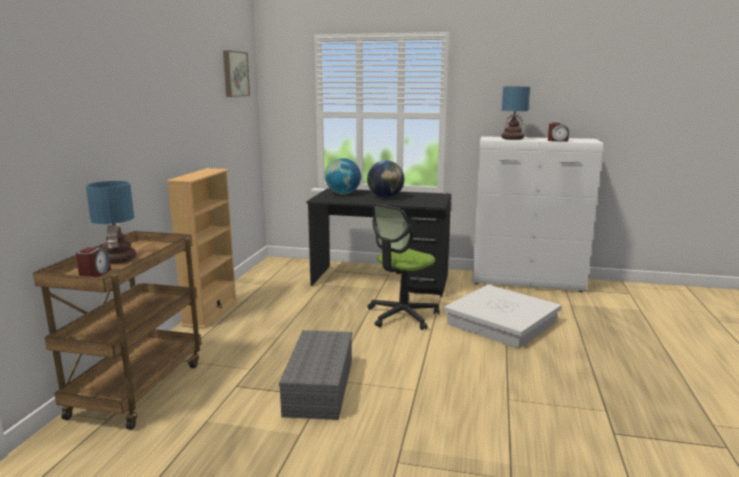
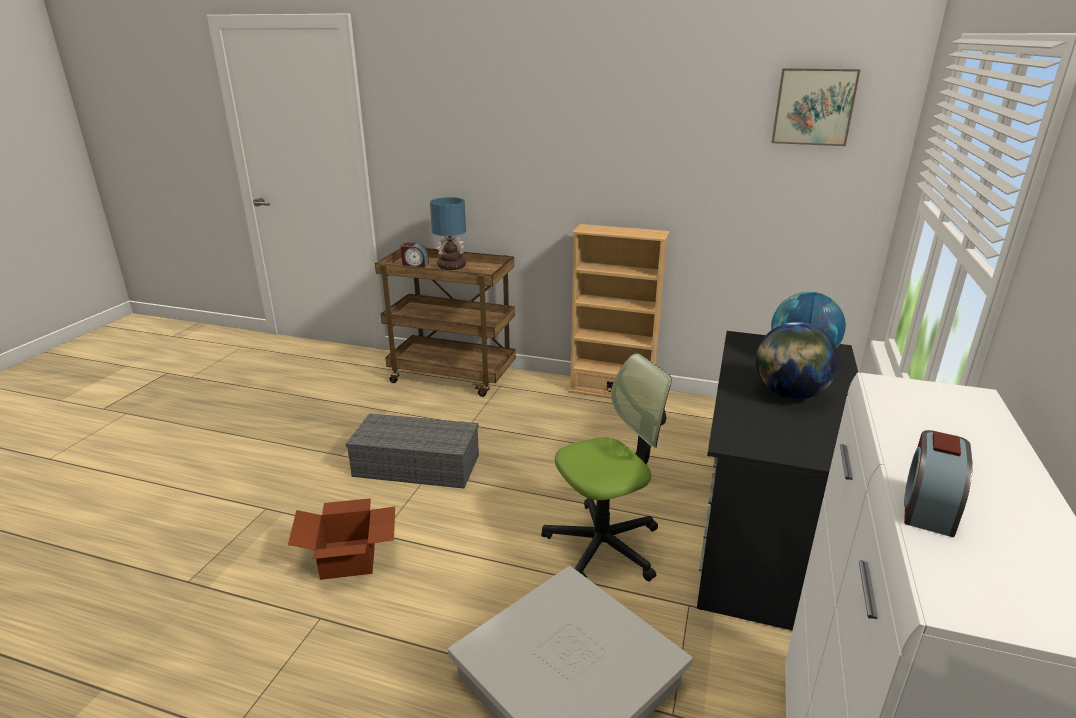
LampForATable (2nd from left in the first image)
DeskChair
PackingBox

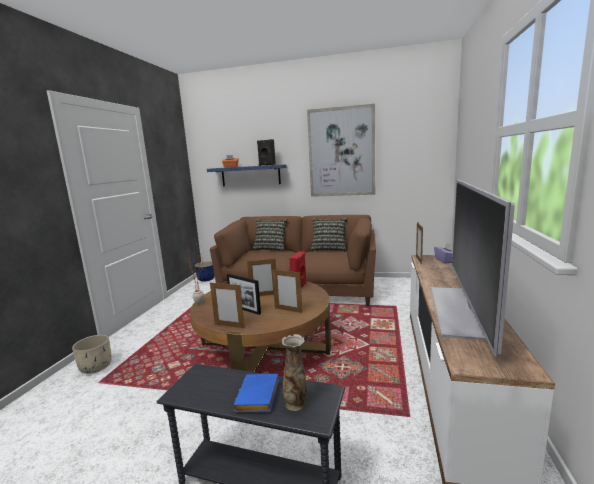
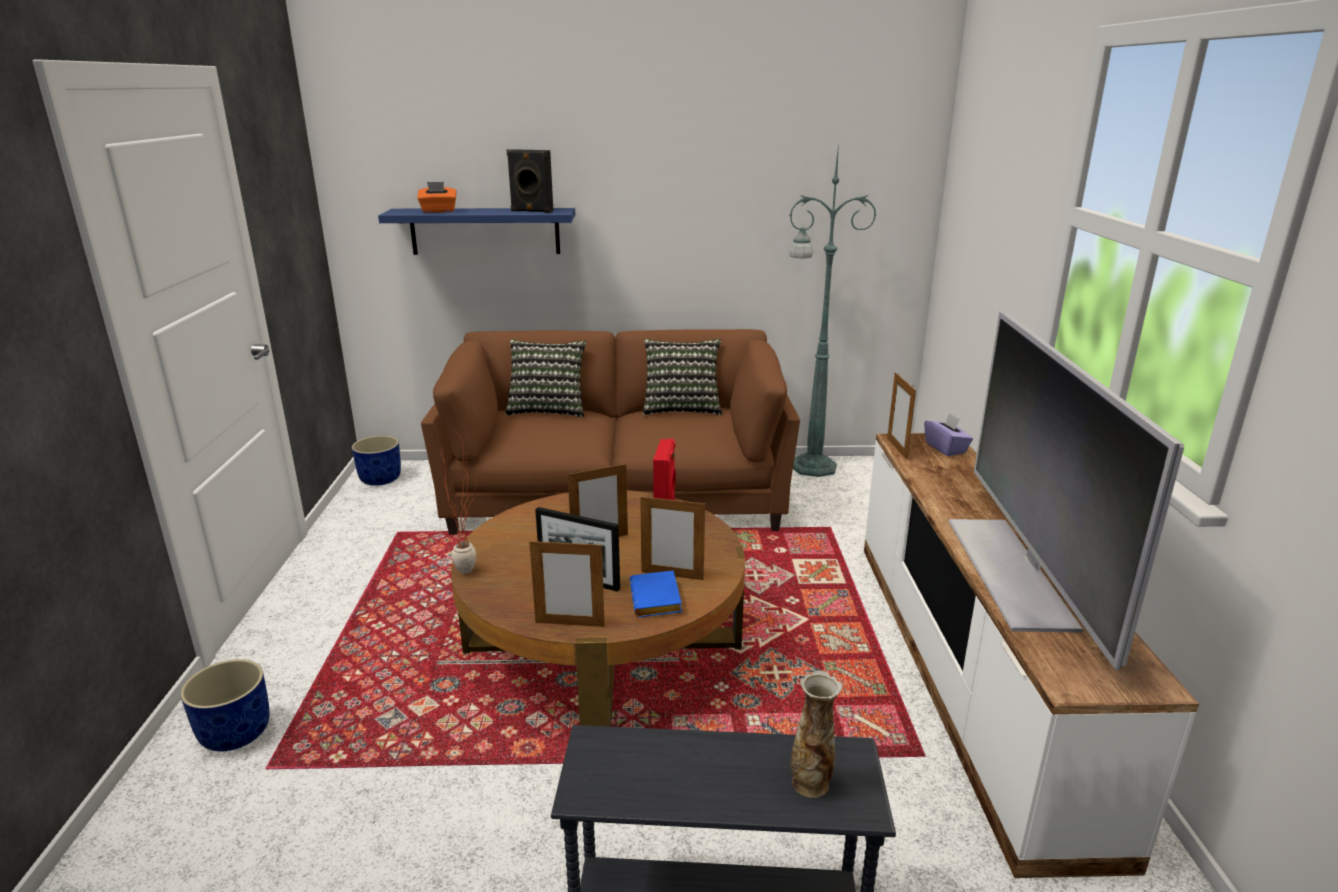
WallPicture
BluishPlanter (1st from left)
BluishVolume
GreenishStandingLamp

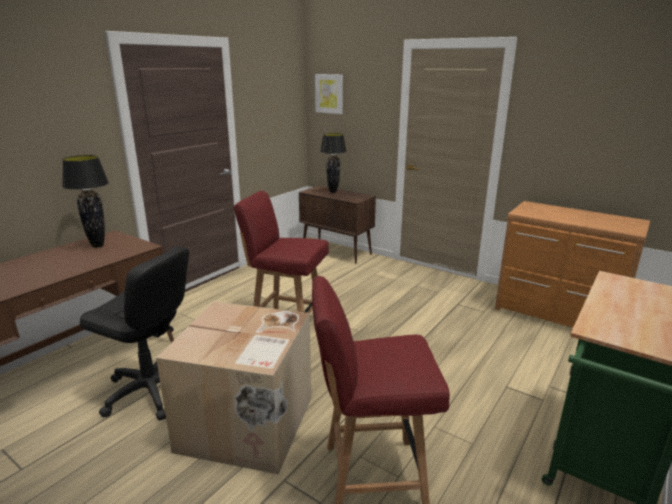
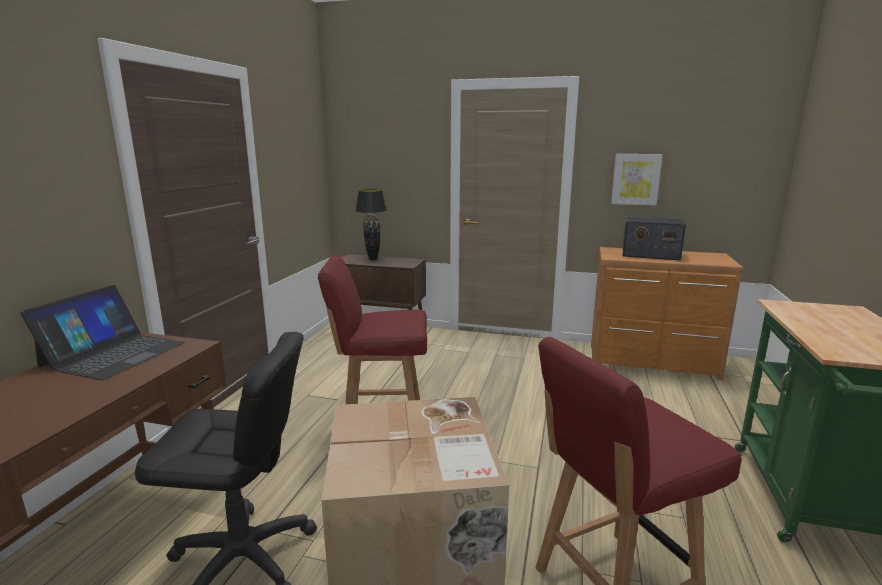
WallPicture
NotebookComputer
Radio

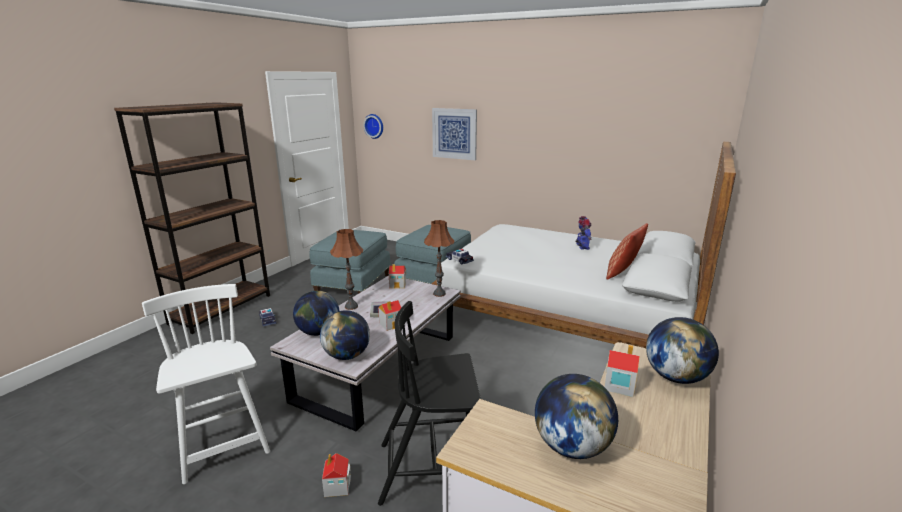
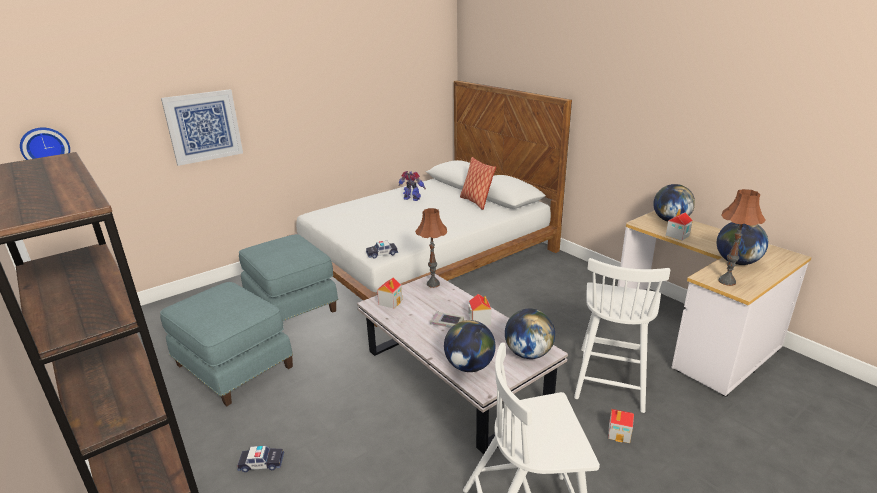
BrownishLampForATable (2nd from left)
WhiteColouredChair (2nd from left)

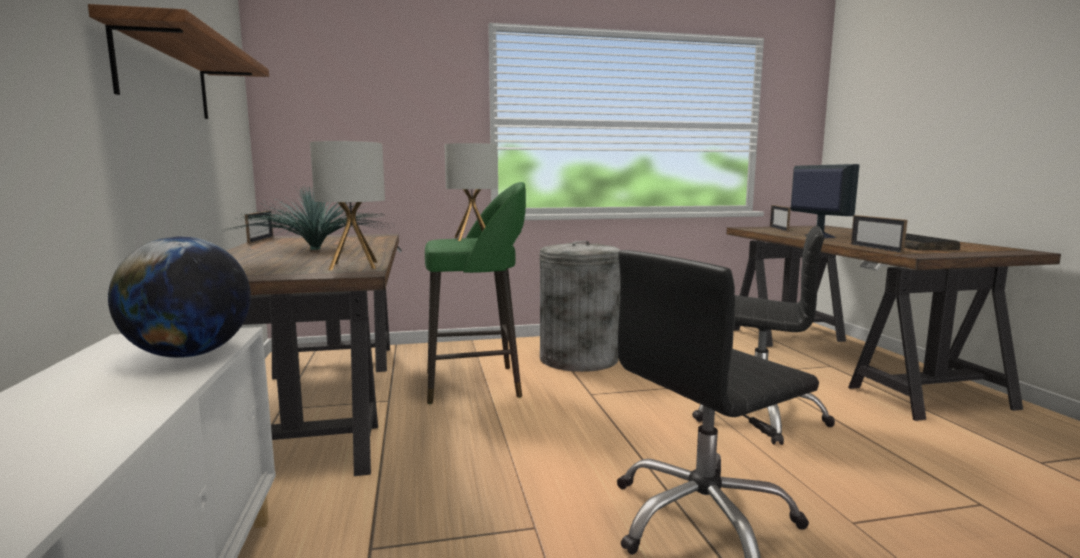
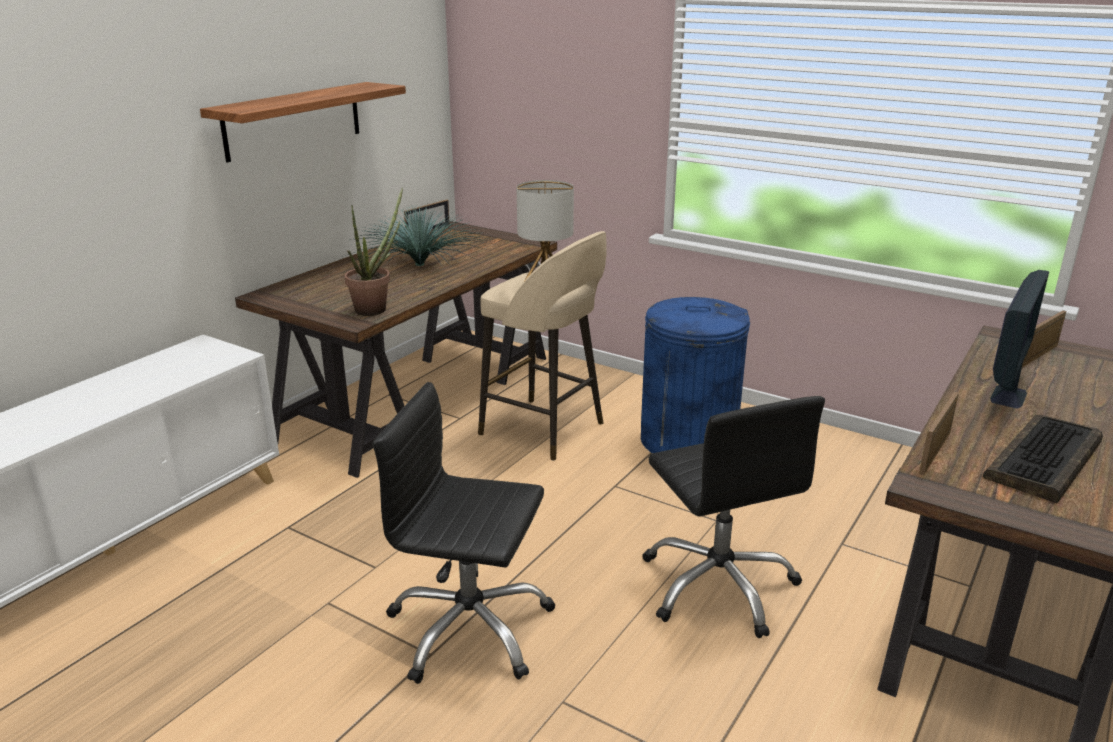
Houseplant (1st from left)
SandColouredStoolSeat
Globe
BluishWasteBin

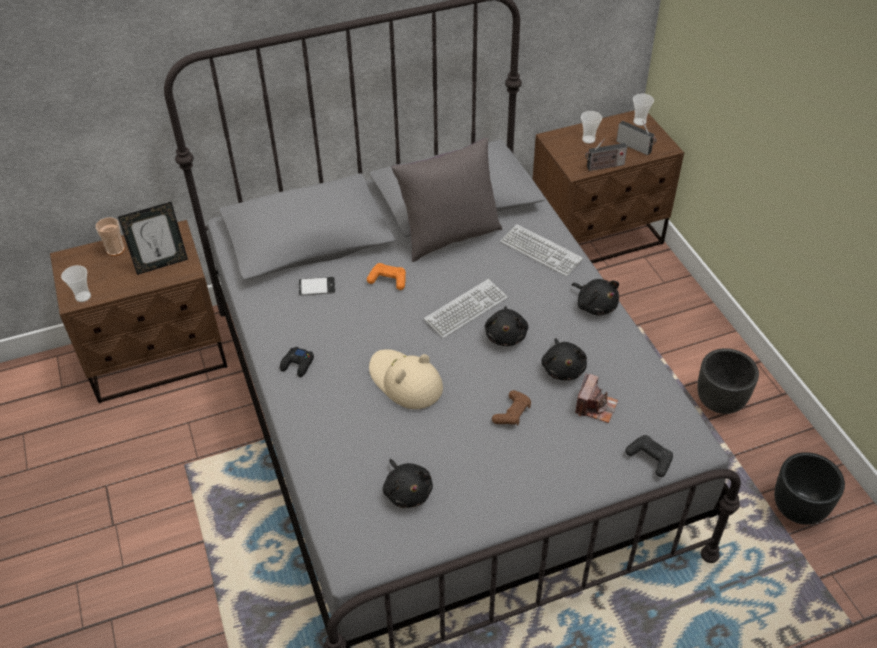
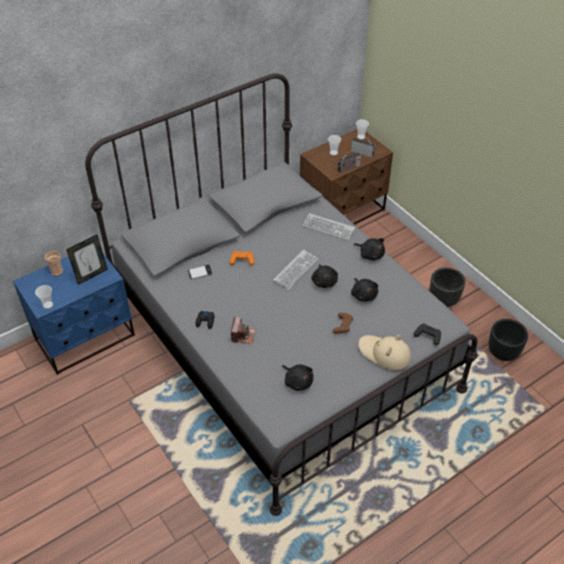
GrayCushion
BluishNightTable
SandColouredWearableHat
PhotoCamera

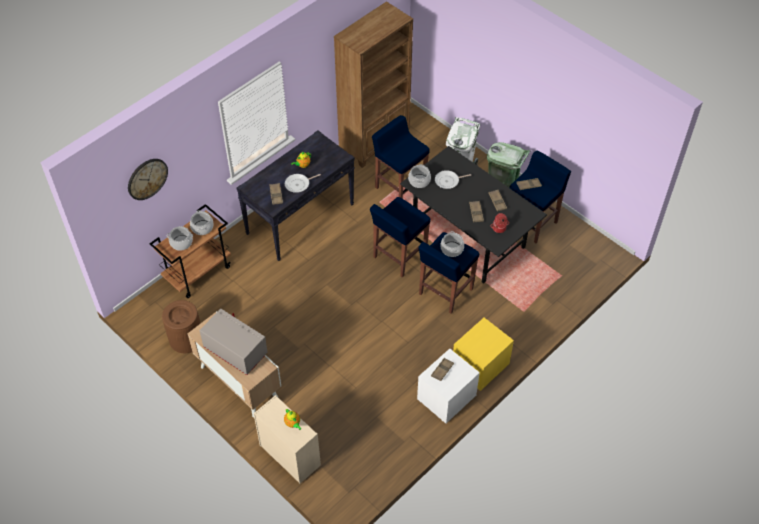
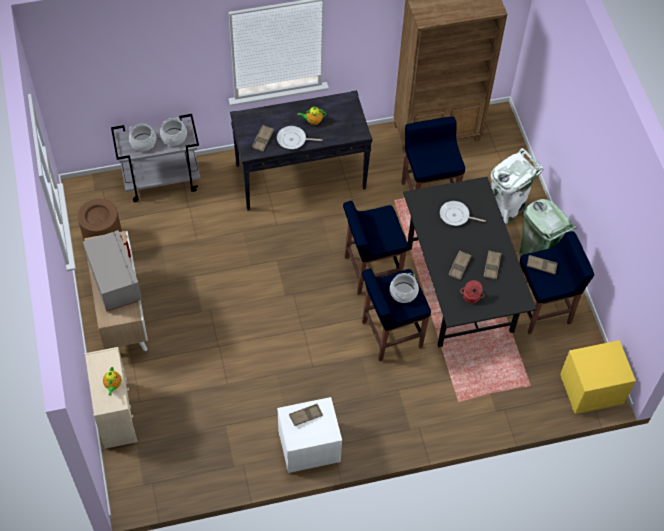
WallClock
Stockpot (3rd from left in the first image)
GrayTrolley
YellowNightTable

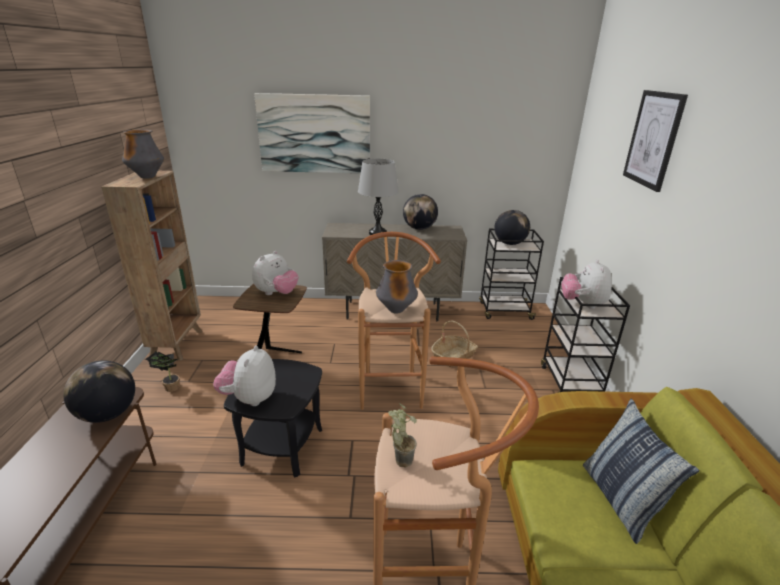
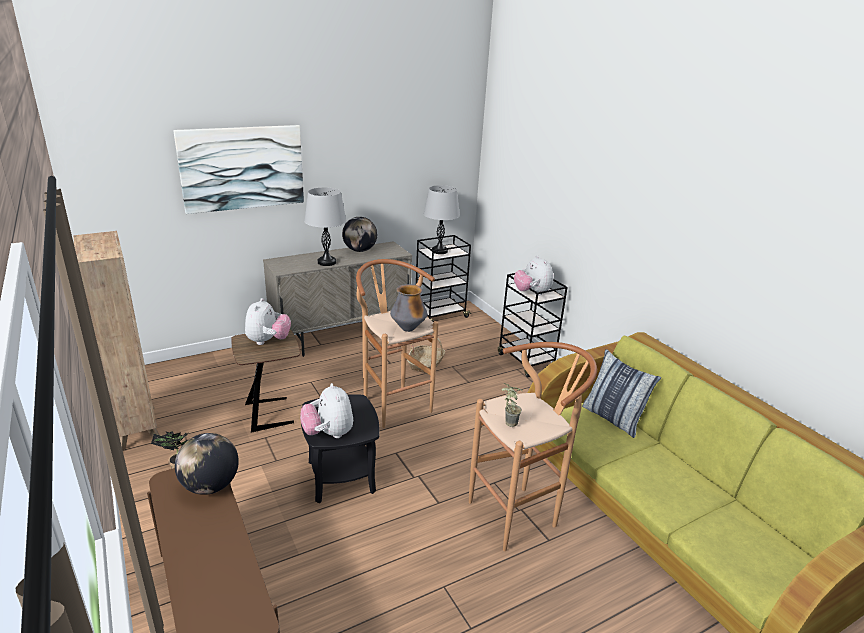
WallPicture (2nd from left in the first image)
FlowerVase (1st from left in the first image)
GrayLampForATable (2nd from left)

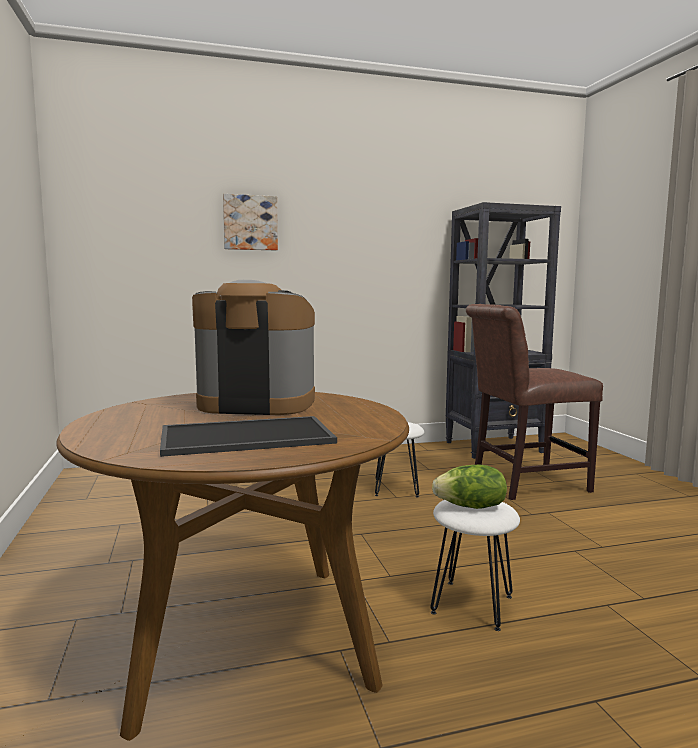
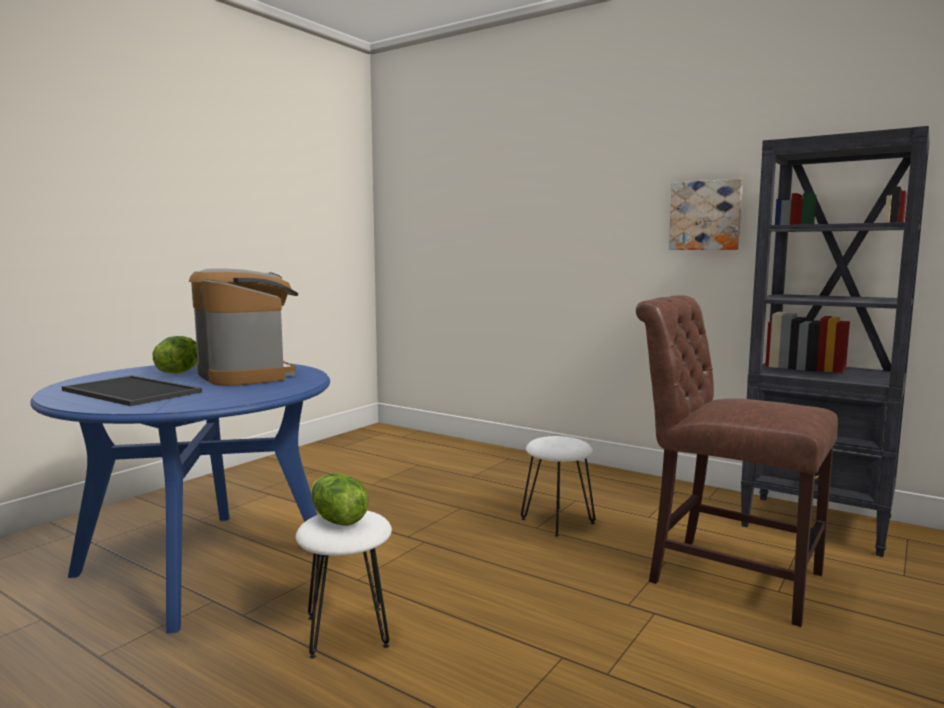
WallPicture
BluishKitchenTable
HeadOfLettuce (1st from left)

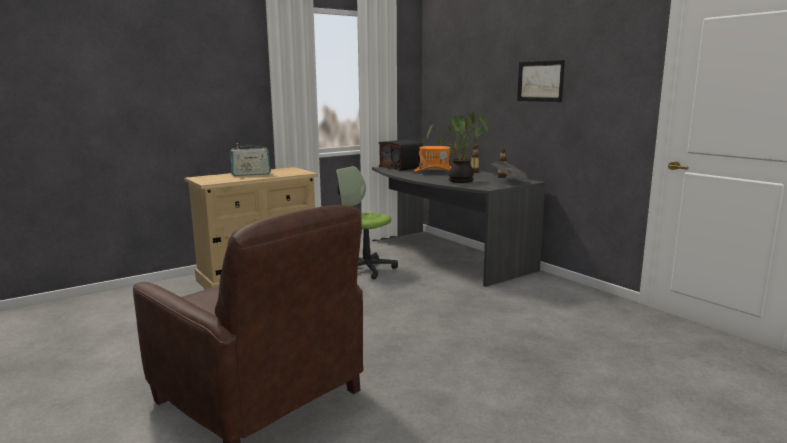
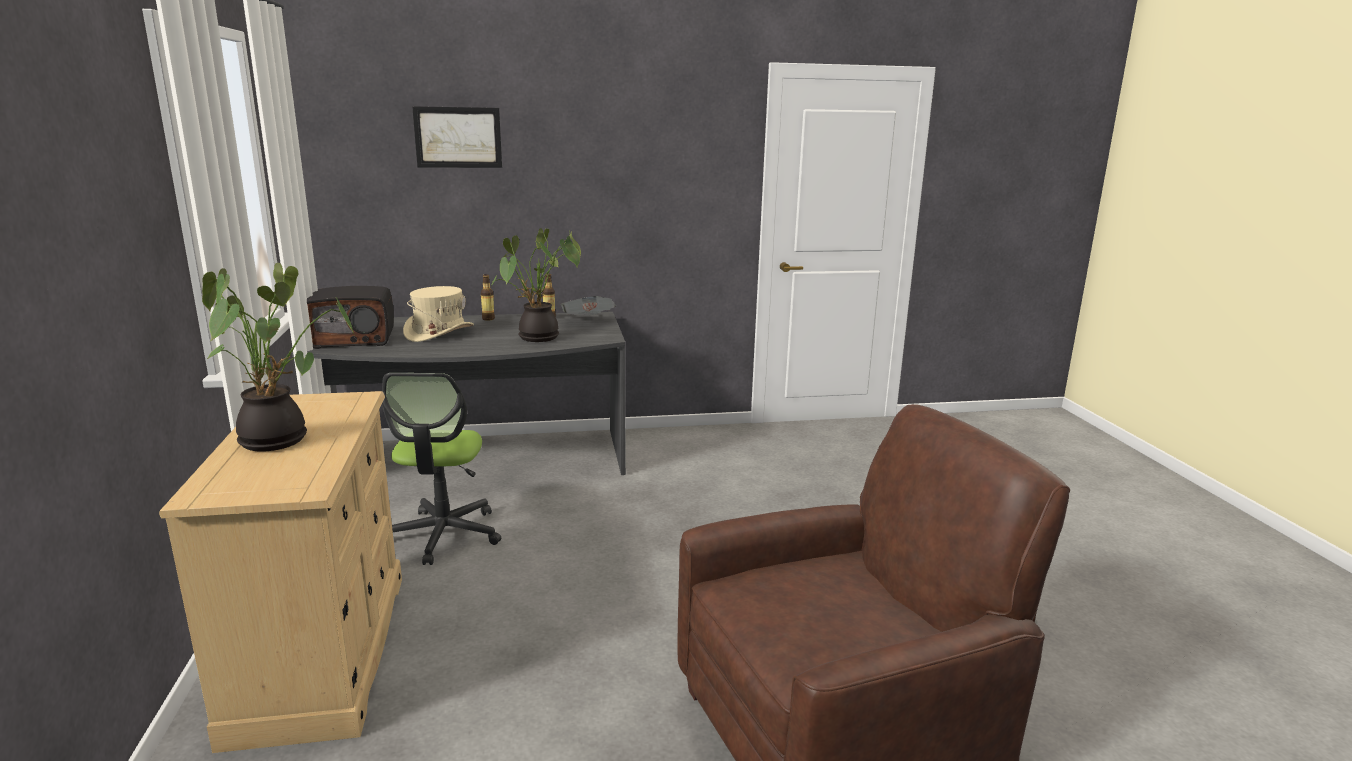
WallPicture
Houseplant (1st from left)
SandColouredWearableHat
DeskChair

